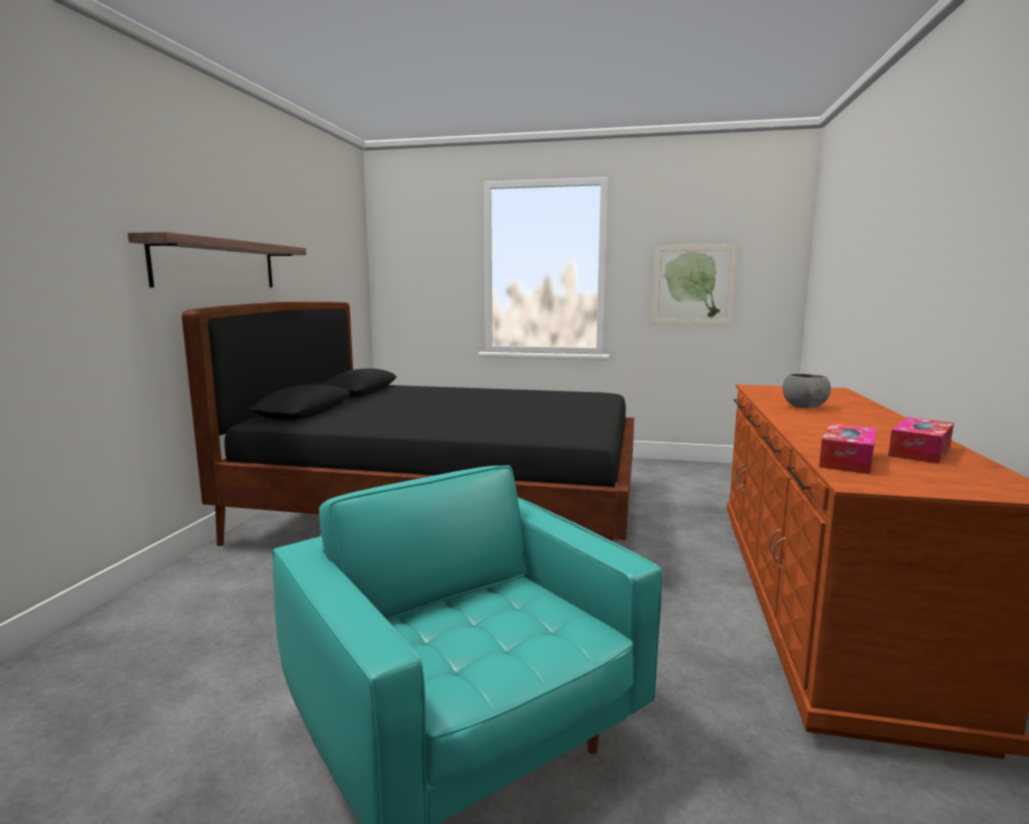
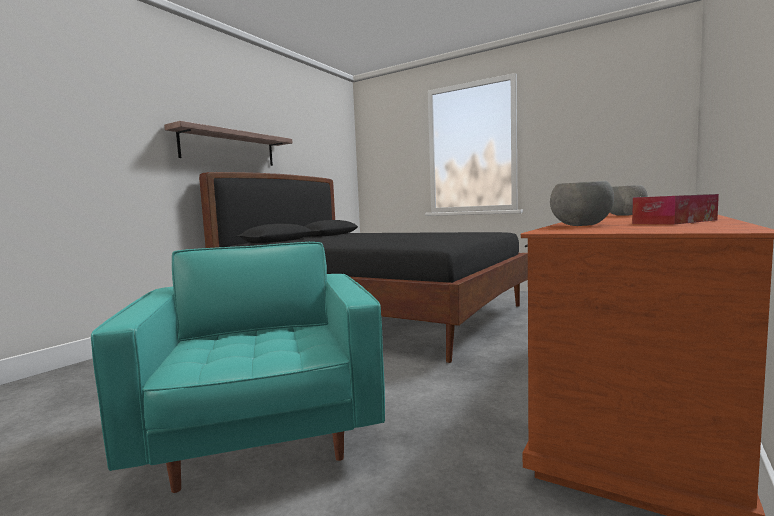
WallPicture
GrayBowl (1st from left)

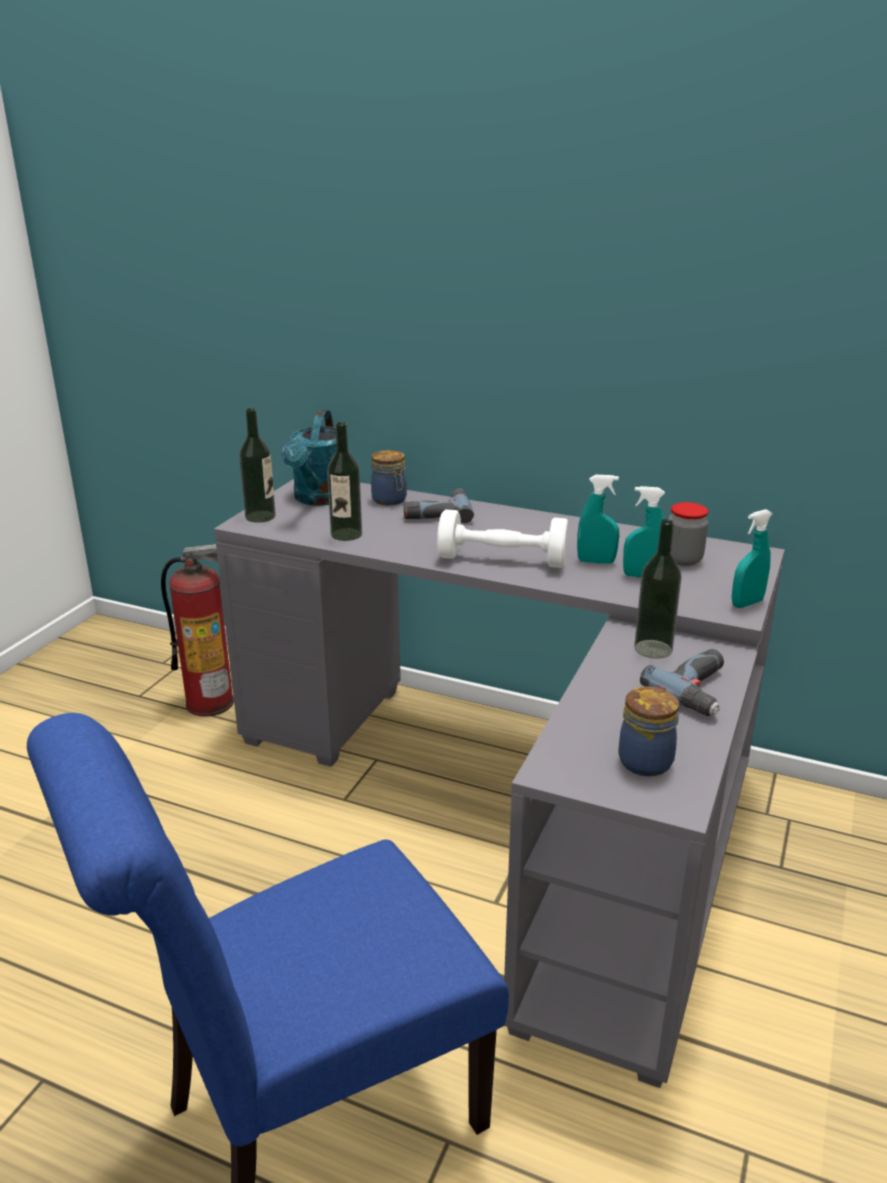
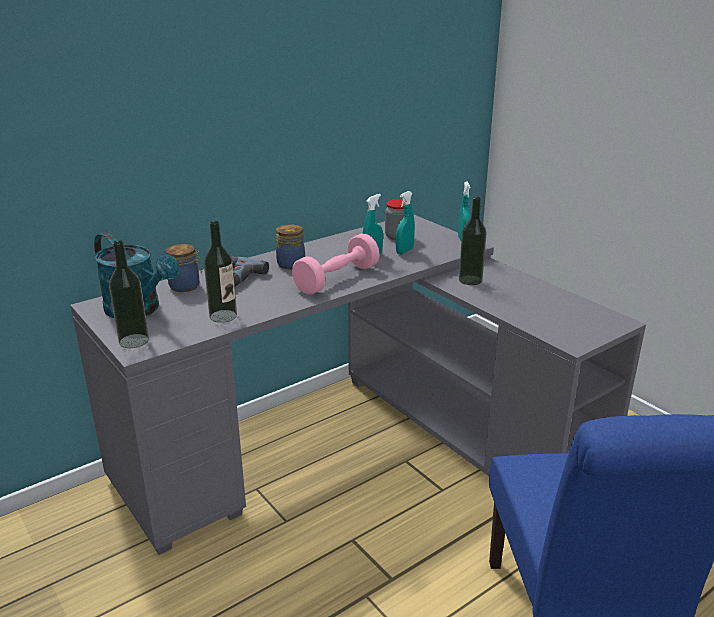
PinkColouredHandWeight
FireExtinguisher
ElectricDrill (2nd from left in the first image)
StorageJar (2nd from left)

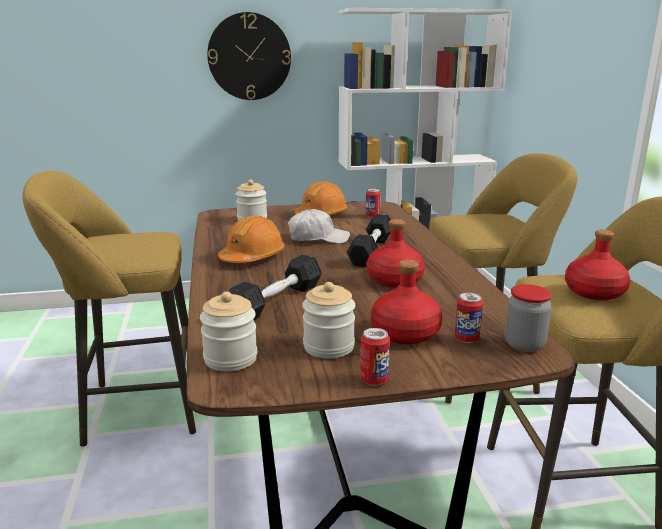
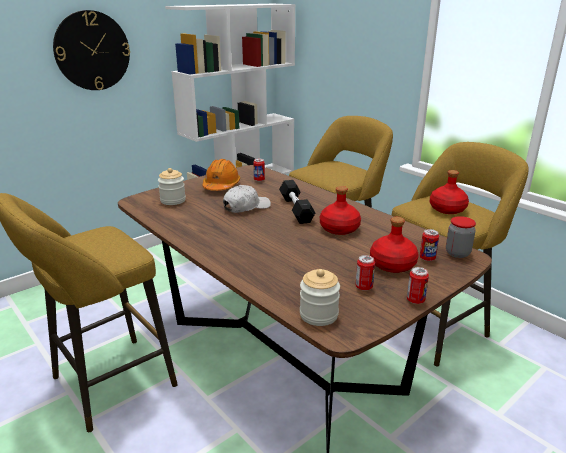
OrangeHardHat (1st from left in the first image)
BlackHandWeight (1st from left in the first image)
Can (2nd from left)

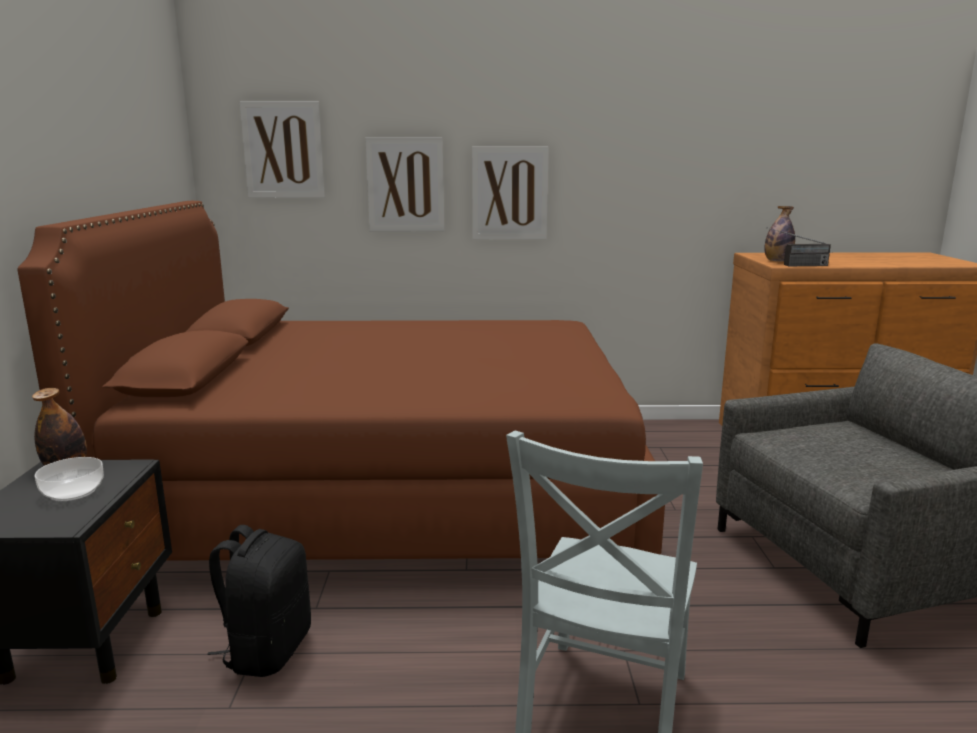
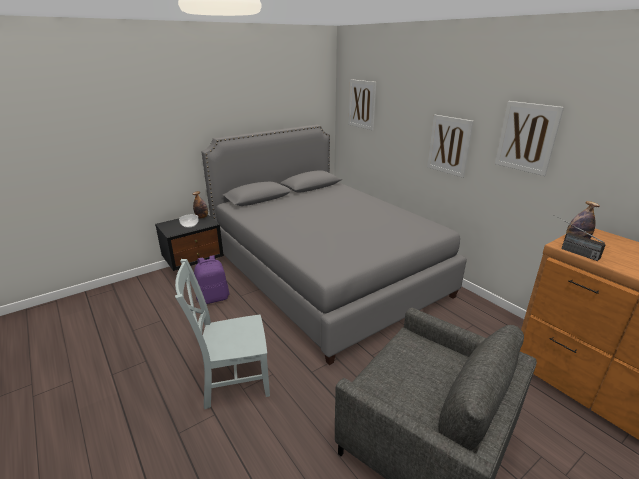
WallPicture (3rd from left)
GraySleepingBed
PurpleColouredRucksack

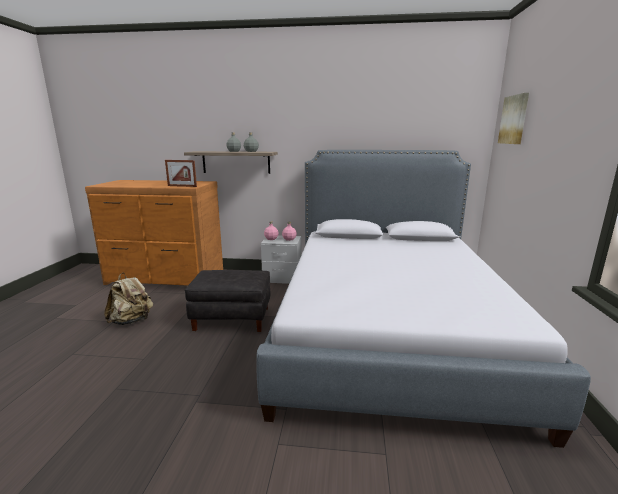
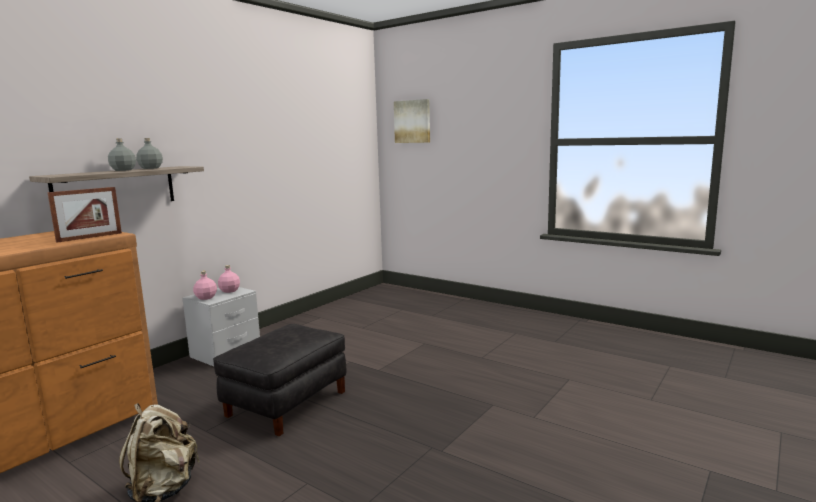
SleepingBed

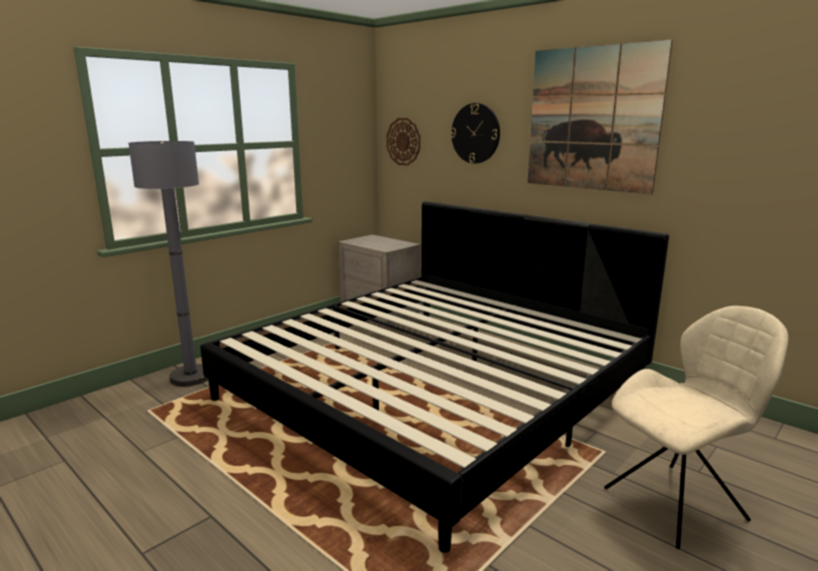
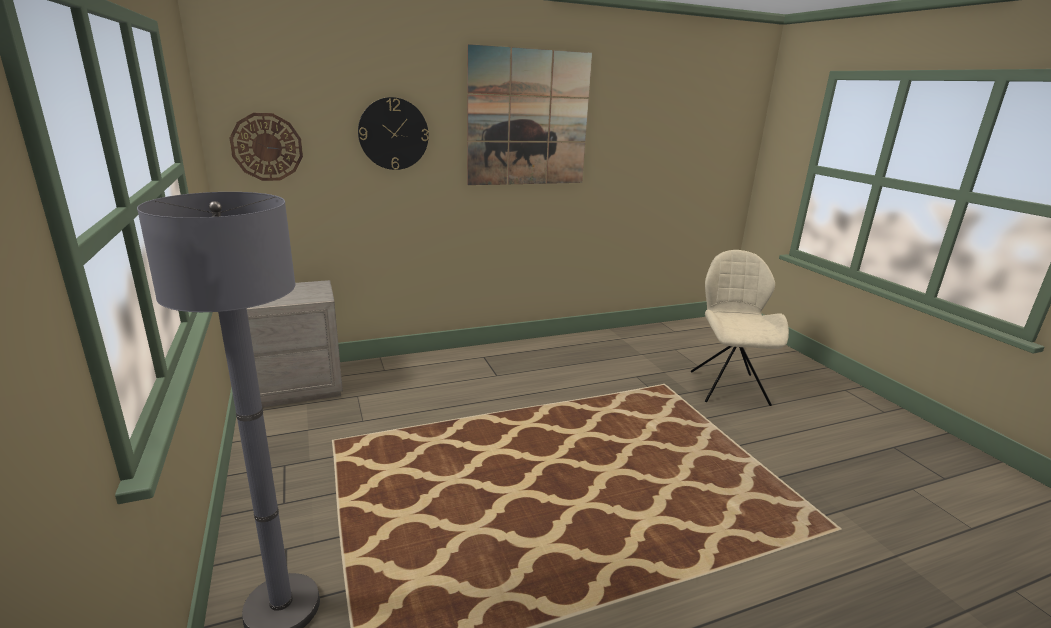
SleepingBed

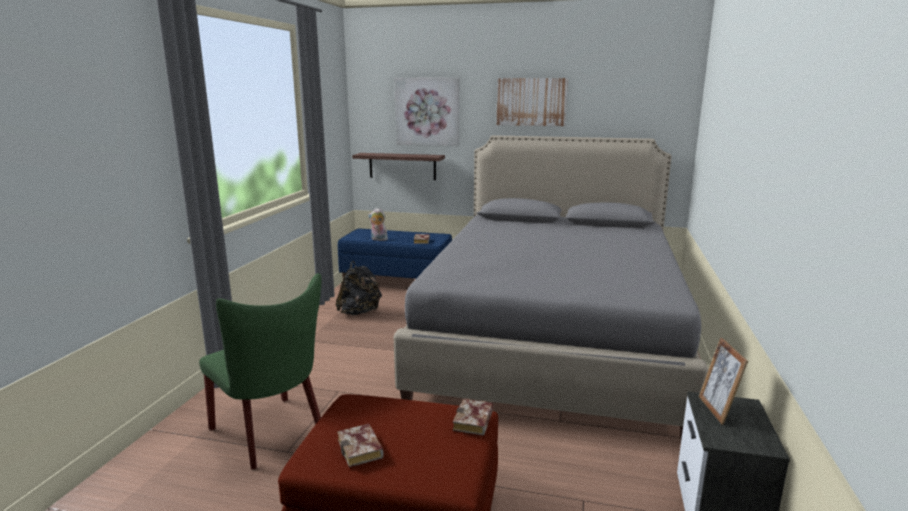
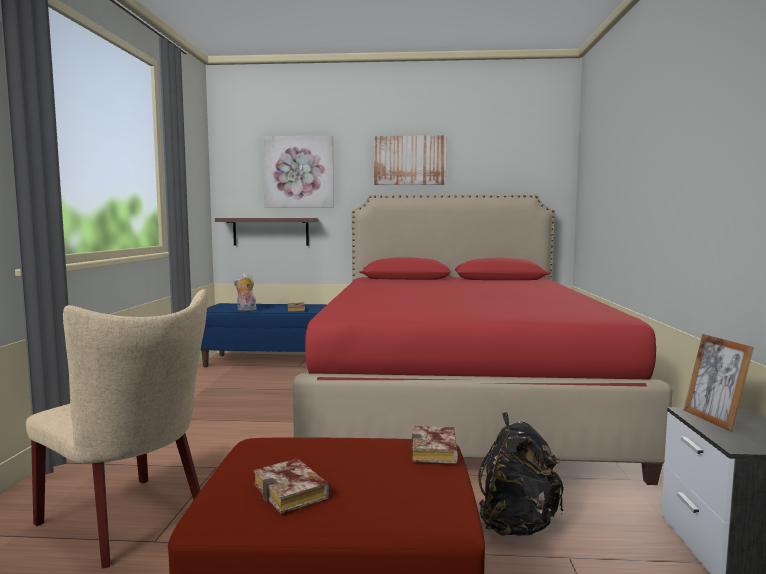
ReddishSleepingBed
BlackRucksack
SandColouredChair

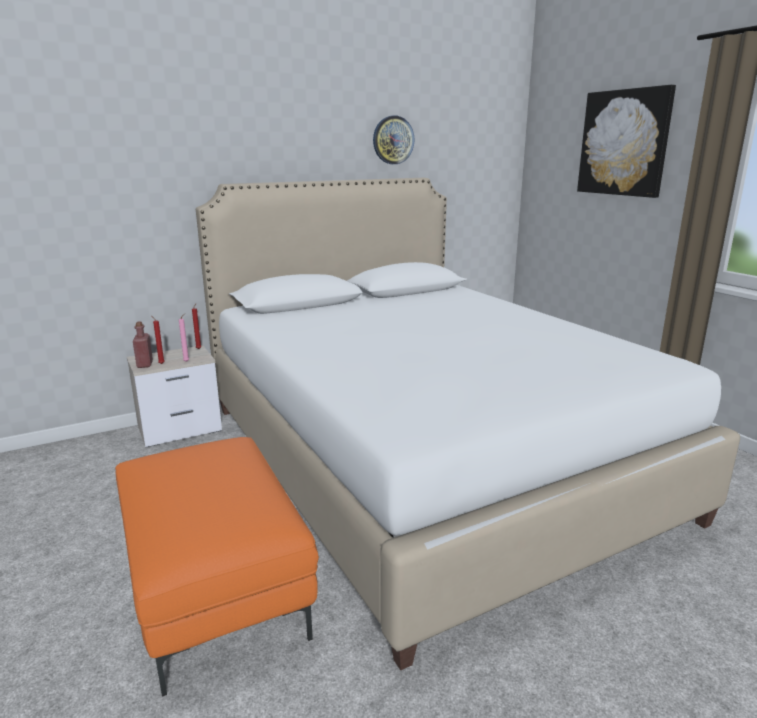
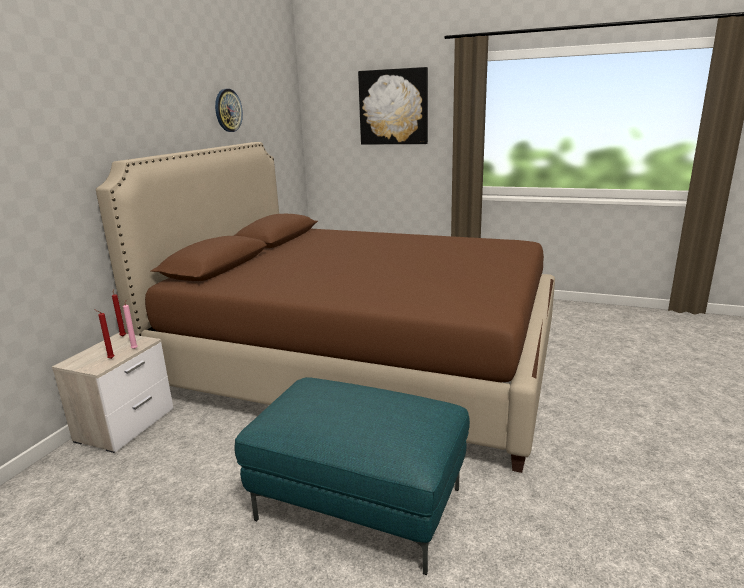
BrownishSleepingBed
ReddishBeverageBottle
BlueGreenOttoman

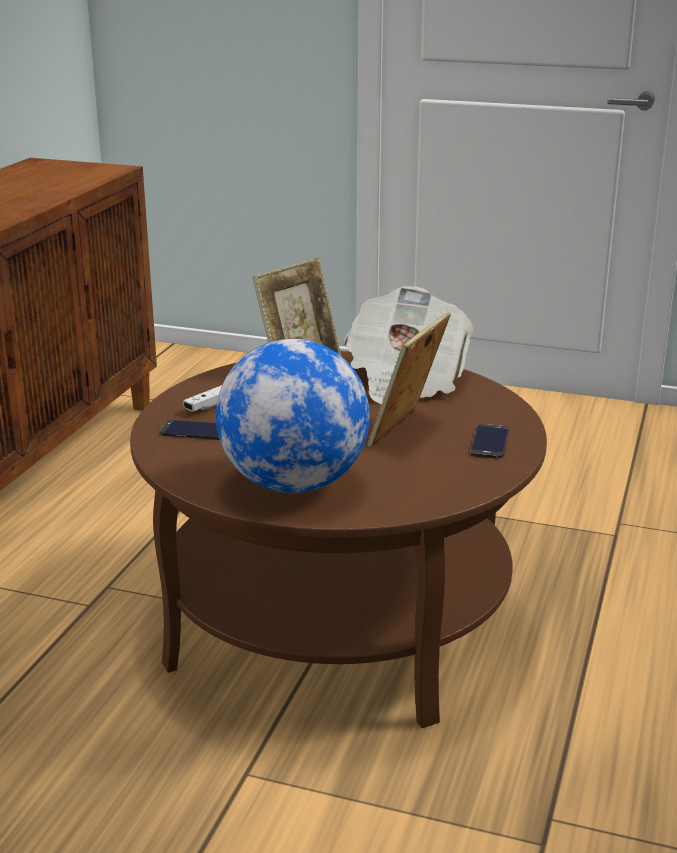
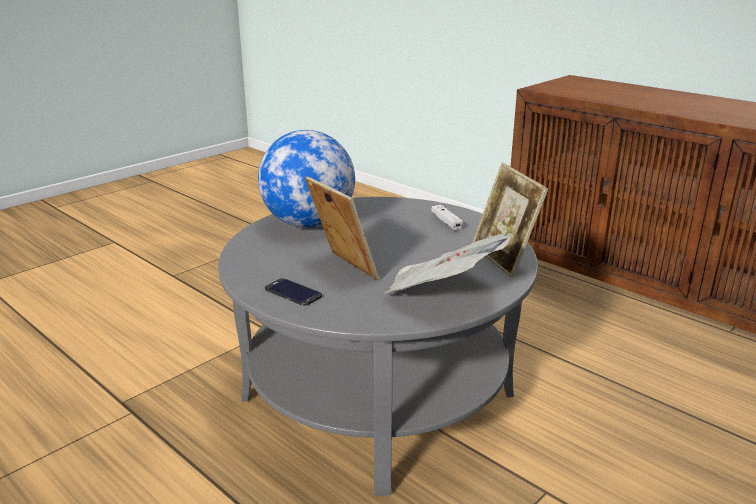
GrayCoffeeTable
Telephone (1st from left in the first image)

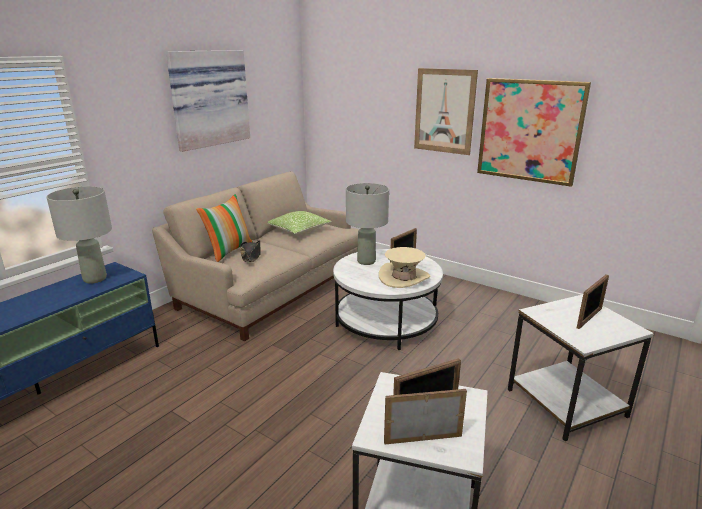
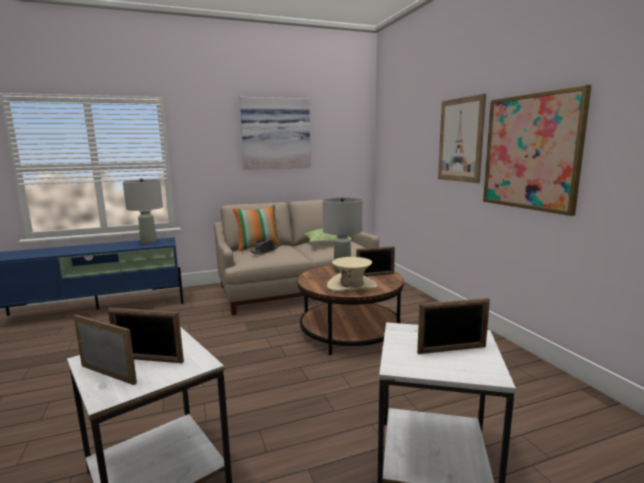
BrownishCoffeeTable

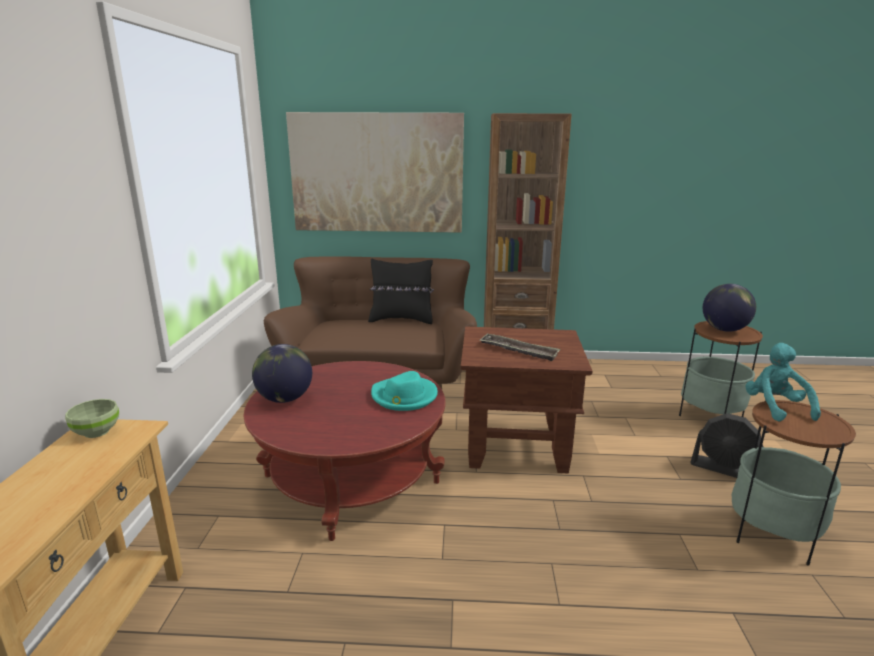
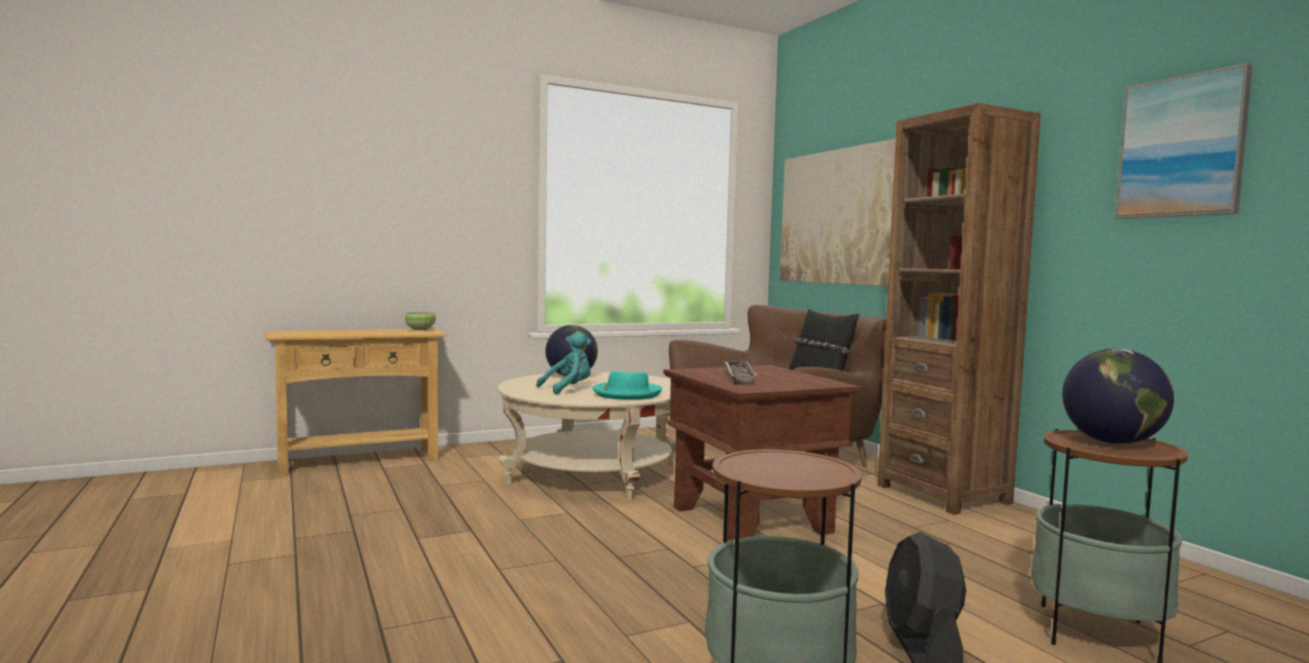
BlueGreenPlushToy
SandColouredCoffeeTable
WallPicture (2nd from left)

